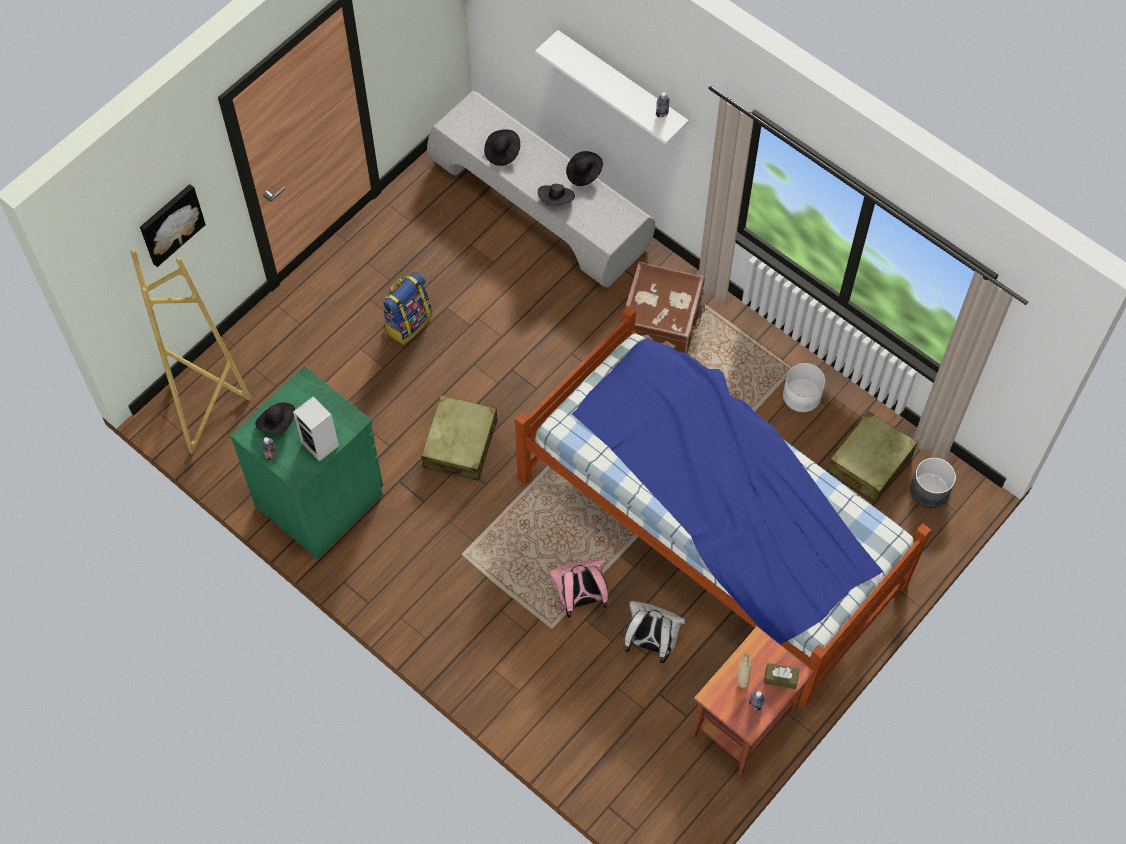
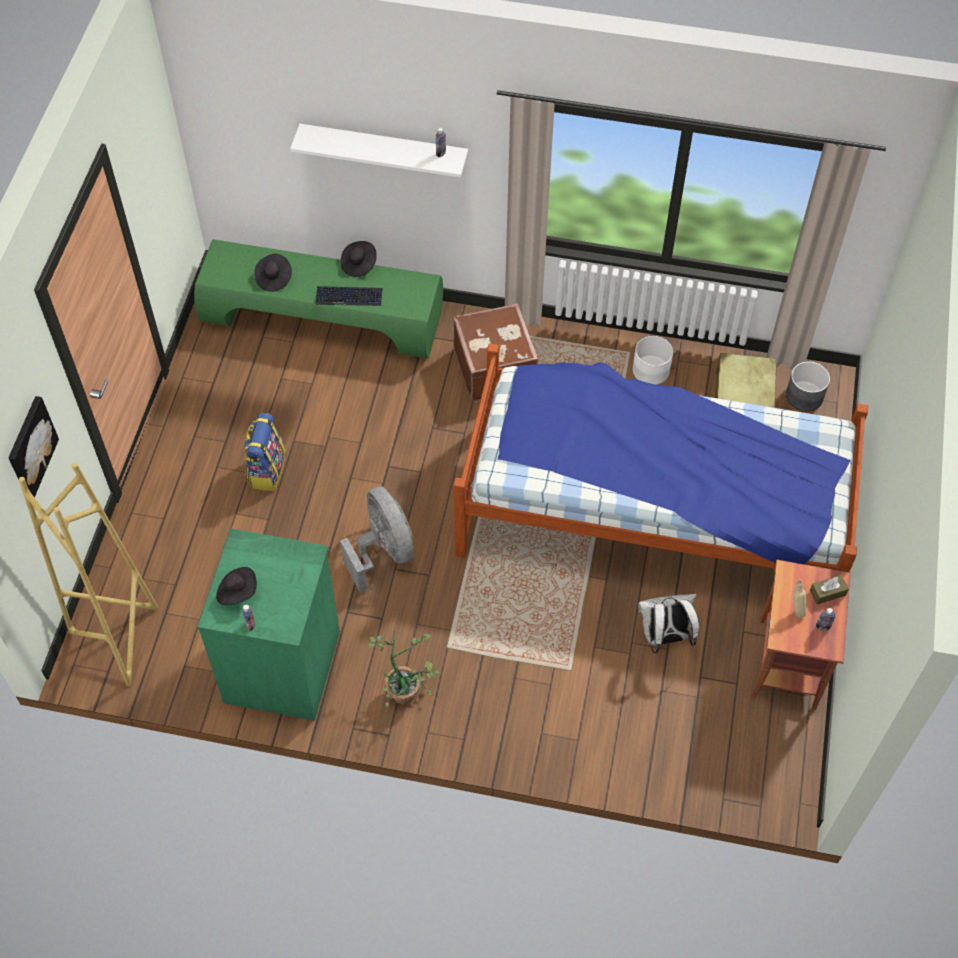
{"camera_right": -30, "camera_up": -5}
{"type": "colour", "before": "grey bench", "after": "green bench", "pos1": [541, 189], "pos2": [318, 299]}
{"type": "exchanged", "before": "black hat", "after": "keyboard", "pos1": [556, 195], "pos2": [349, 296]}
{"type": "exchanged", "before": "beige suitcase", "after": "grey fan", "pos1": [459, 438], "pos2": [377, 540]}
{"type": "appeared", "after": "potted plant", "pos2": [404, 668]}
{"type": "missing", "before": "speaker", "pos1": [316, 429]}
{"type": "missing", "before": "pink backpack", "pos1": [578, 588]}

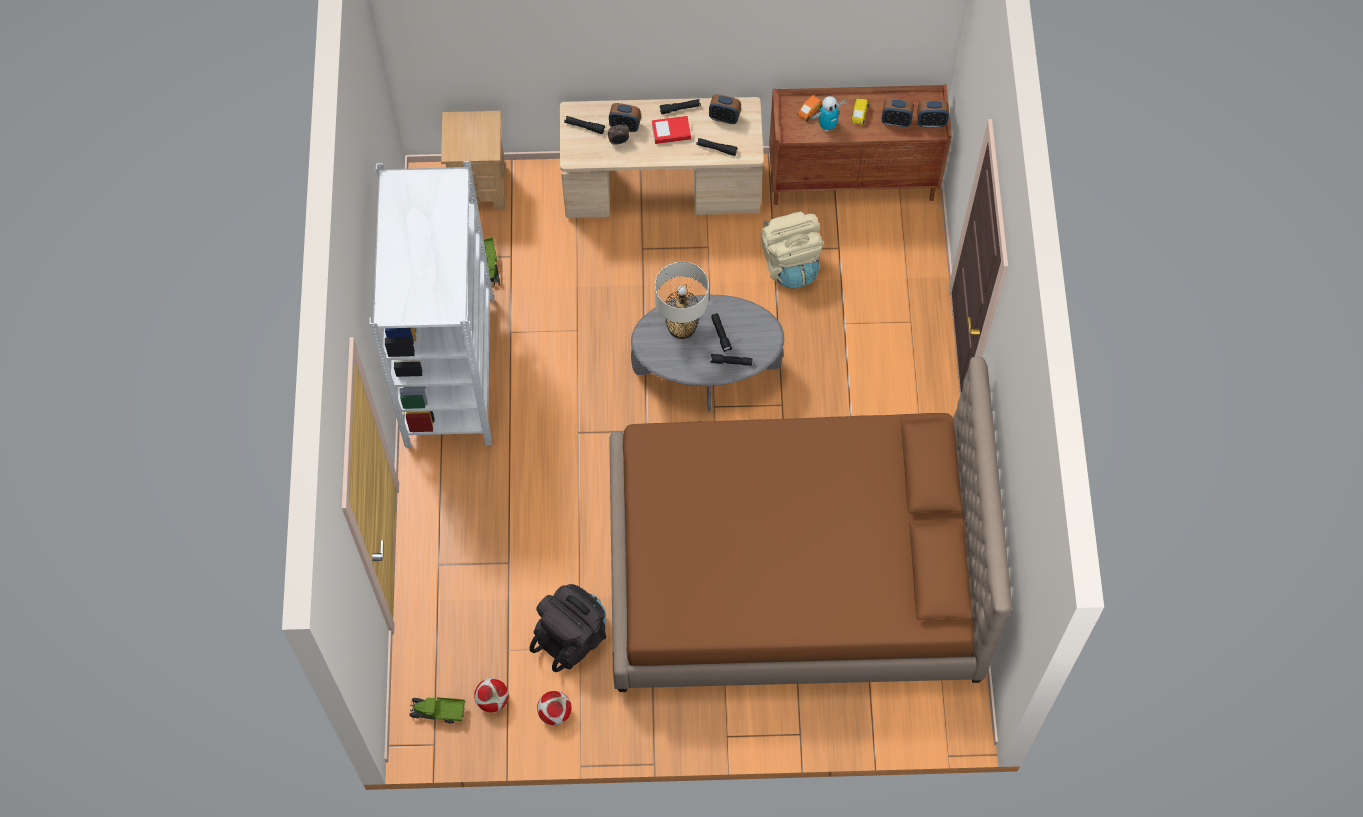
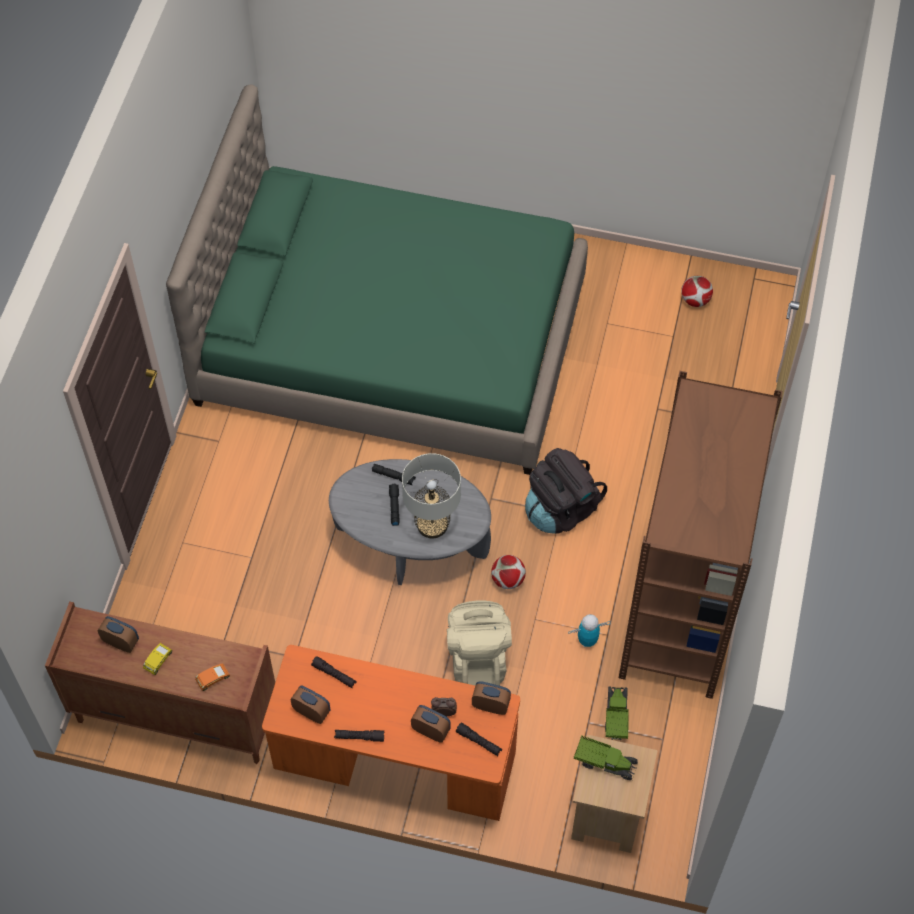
{"camera_right": -165, "camera_up": -5}
{"type": "colour", "before": "brown bed", "after": "green bed", "pos1": [810, 524], "pos2": [377, 279]}
{"type": "colour", "before": "beige desk", "after": "orange desk", "pos1": [662, 157], "pos2": [391, 733]}
{"type": "relocated", "before": "beige backpack", "pos1": [792, 250], "pos2": [479, 643]}
{"type": "relocated", "before": "alarm clock", "pos1": [933, 113], "pos2": [491, 698]}
{"type": "relocated", "before": "football", "pos1": [554, 708], "pos2": [508, 572]}
{"type": "relocated", "before": "black backpack", "pos1": [568, 628], "pos2": [566, 491]}
{"type": "relocated", "before": "toy robot", "pos1": [829, 114], "pos2": [589, 630]}
{"type": "relocated", "before": "toy truck", "pos1": [437, 710], "pos2": [606, 757]}
{"type": "colour", "before": "white bookcase", "after": "brown bookcase", "pos1": [431, 304], "pos2": [701, 535]}
{"type": "missing", "before": "book", "pos1": [671, 130]}

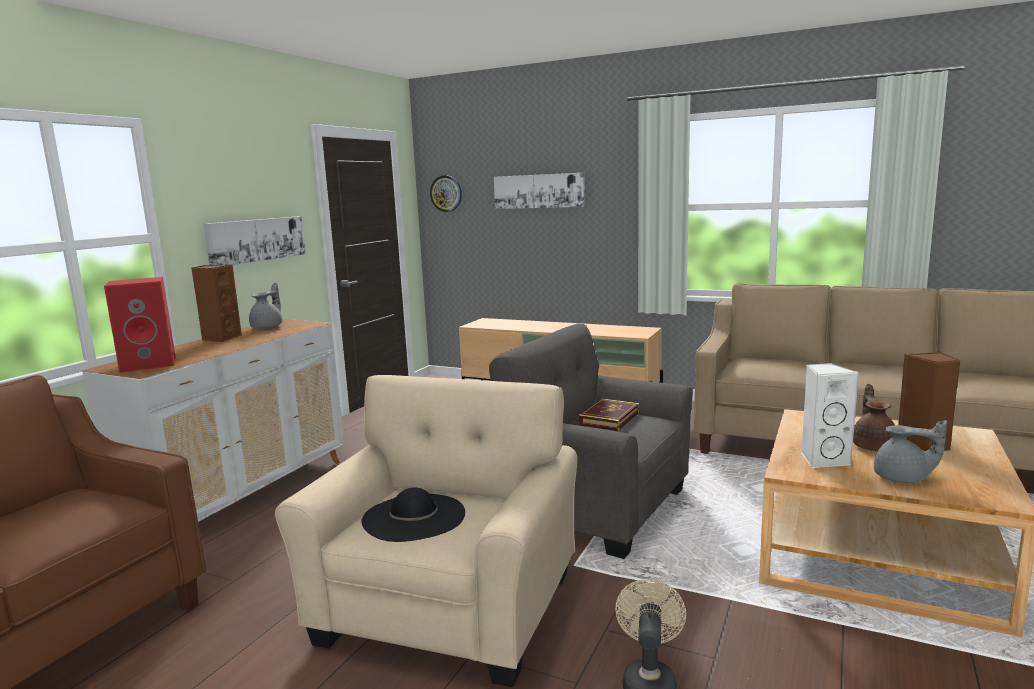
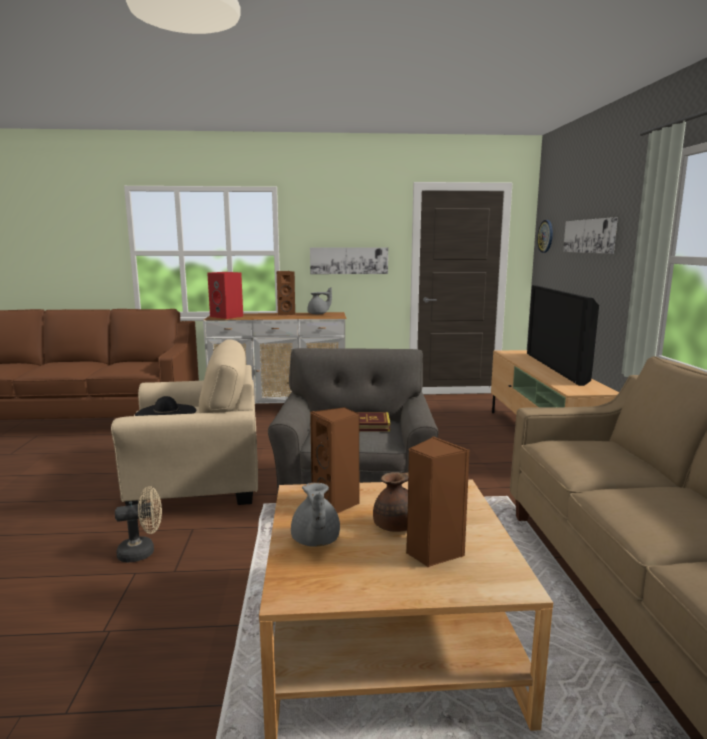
{"camera_right": 60, "camera_up": 0}
{"type": "colour", "before": "white speaker", "after": "brown speaker", "pos1": [830, 415], "pos2": [335, 460]}
{"type": "appeared", "after": "television", "pos2": [563, 335]}

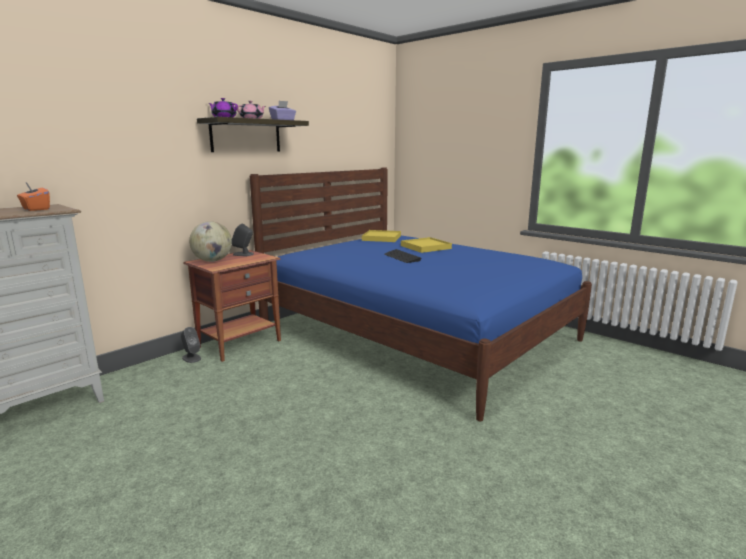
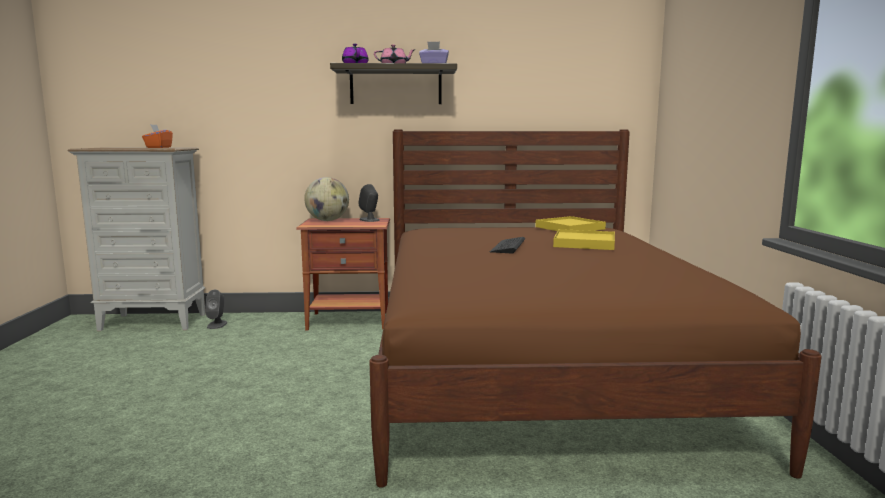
{"camera_right": 45, "camera_up": -5}
{"type": "relocated", "before": "grey speaker", "pos1": [191, 345], "pos2": [216, 309]}
{"type": "colour", "before": "blue bed", "after": "brown bed", "pos1": [421, 295], "pos2": [596, 308]}

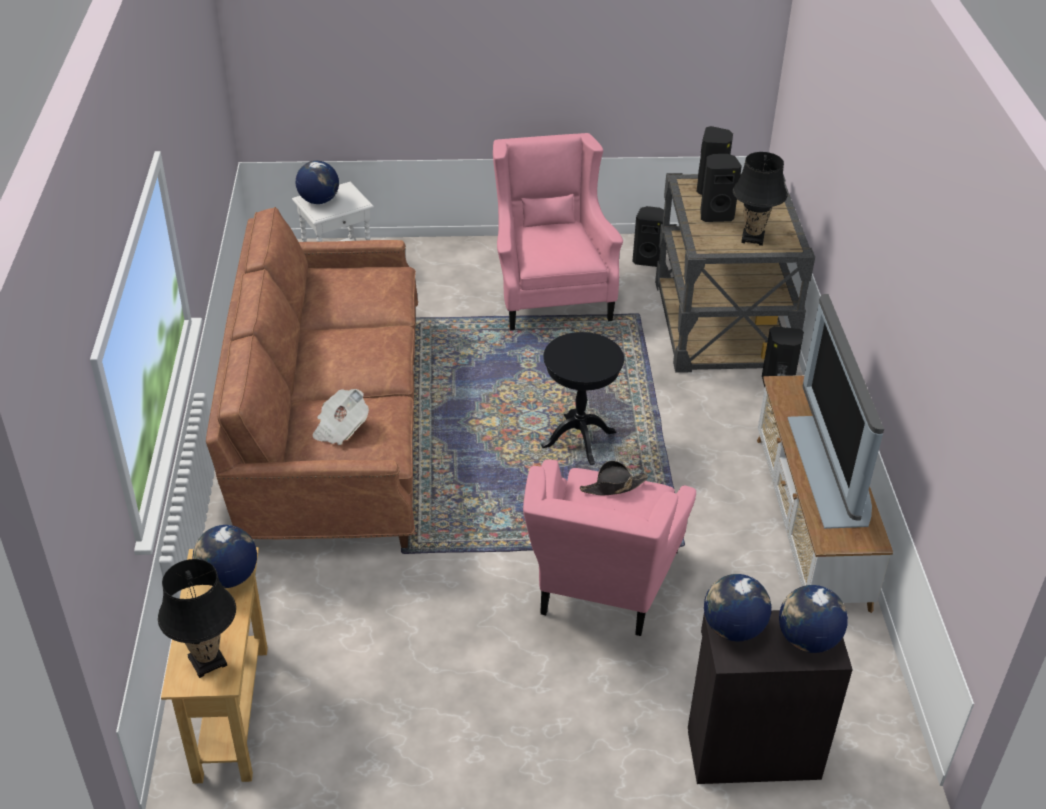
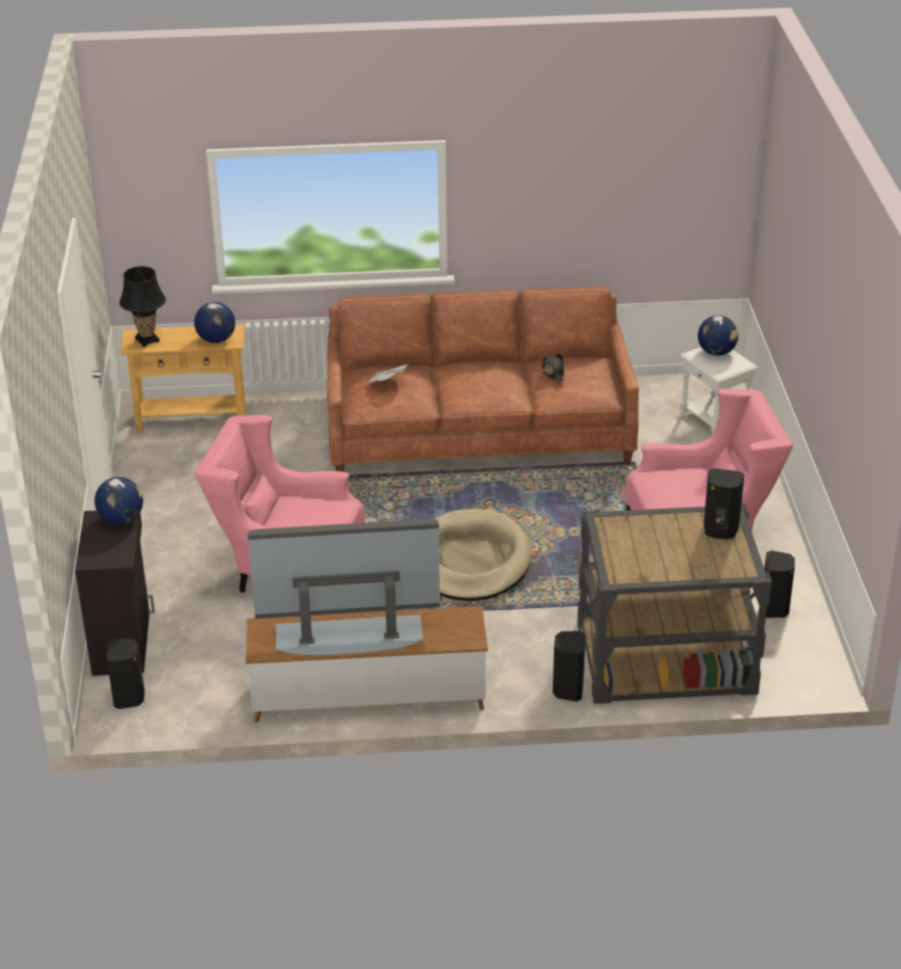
{"camera_right": 90, "camera_up": -5}
{"type": "relocated", "before": "black speaker", "pos1": [721, 188], "pos2": [126, 673]}
{"type": "exchanged", "before": "black side table", "after": "beige dog bed", "pos1": [582, 398], "pos2": [483, 555]}
{"type": "relocated", "before": "black hat", "pos1": [614, 478], "pos2": [553, 367]}
{"type": "missing", "before": "black table lamp", "pos1": [759, 199]}
{"type": "missing", "before": "globe", "pos1": [813, 619]}

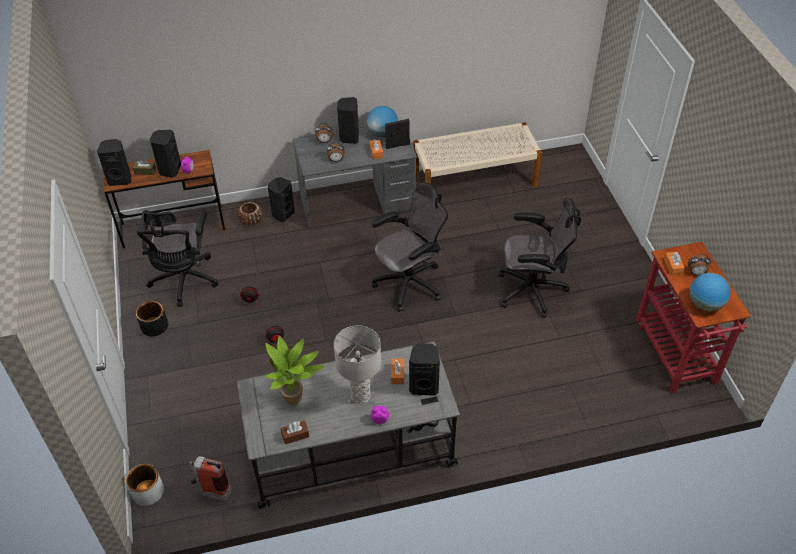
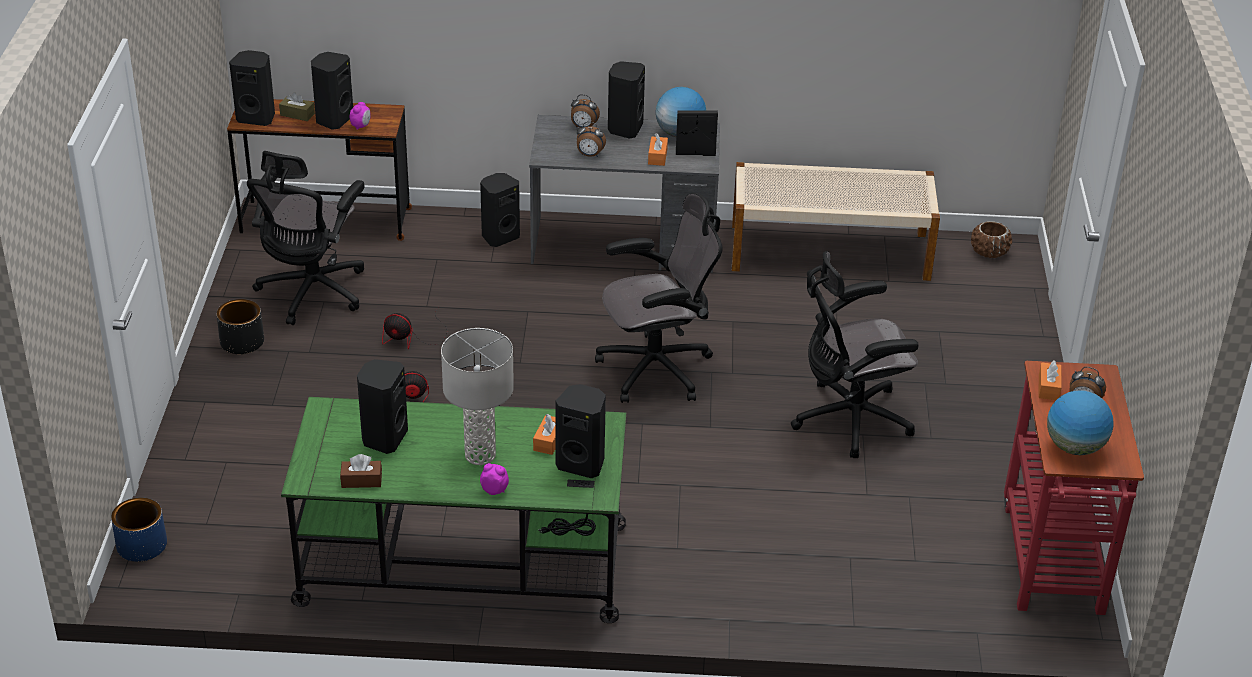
{"camera_right": 15, "camera_up": -10}
{"type": "colour", "before": "white planter", "after": "blue planter", "pos1": [145, 485], "pos2": [139, 529]}
{"type": "colour", "before": "grey desk", "after": "green desk", "pos1": [348, 425], "pos2": [454, 510]}
{"type": "exchanged", "before": "potted plant", "after": "black speaker", "pos1": [294, 370], "pos2": [382, 406]}
{"type": "spun", "before": "office chair", "pos1": [540, 258], "pos2": [855, 354], "turn": 150}
{"type": "relocated", "before": "brown planter", "pos1": [250, 214], "pos2": [991, 239]}
{"type": "missing", "before": "fire extinguisher", "pos1": [210, 478]}

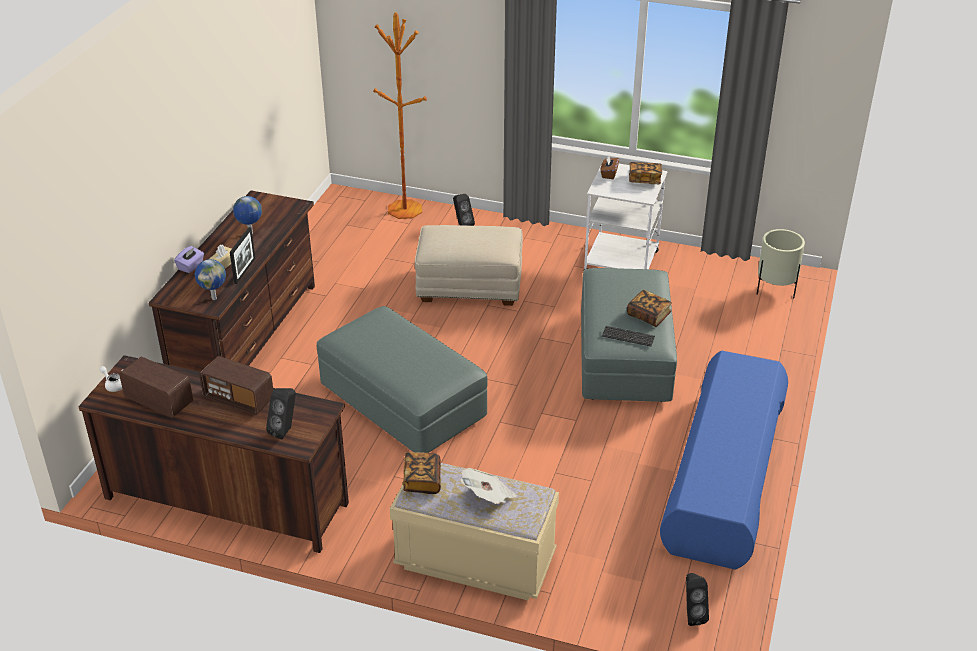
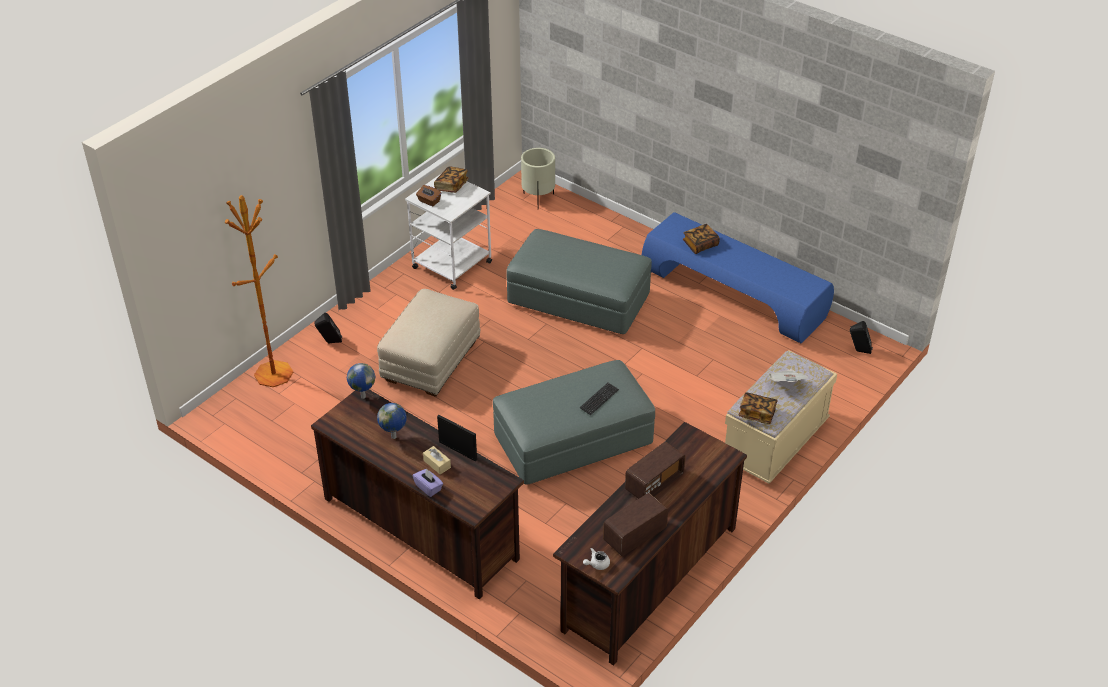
{"camera_right": -70, "camera_up": 5}
{"type": "relocated", "before": "globe", "pos1": [210, 279], "pos2": [361, 381]}
{"type": "relocated", "before": "keyboard", "pos1": [628, 336], "pos2": [599, 399]}
{"type": "relocated", "before": "book", "pos1": [649, 308], "pos2": [701, 239]}
{"type": "missing", "before": "black speaker", "pos1": [281, 413]}

